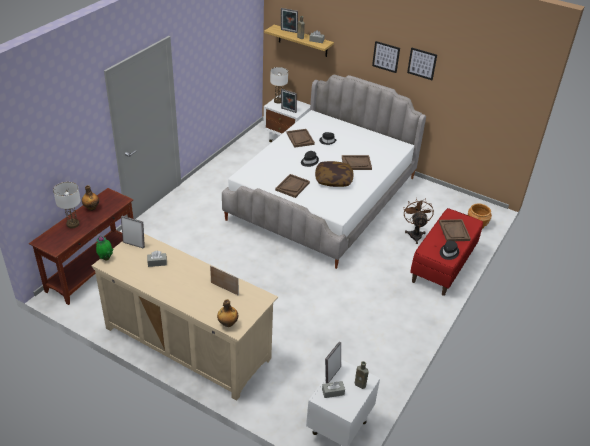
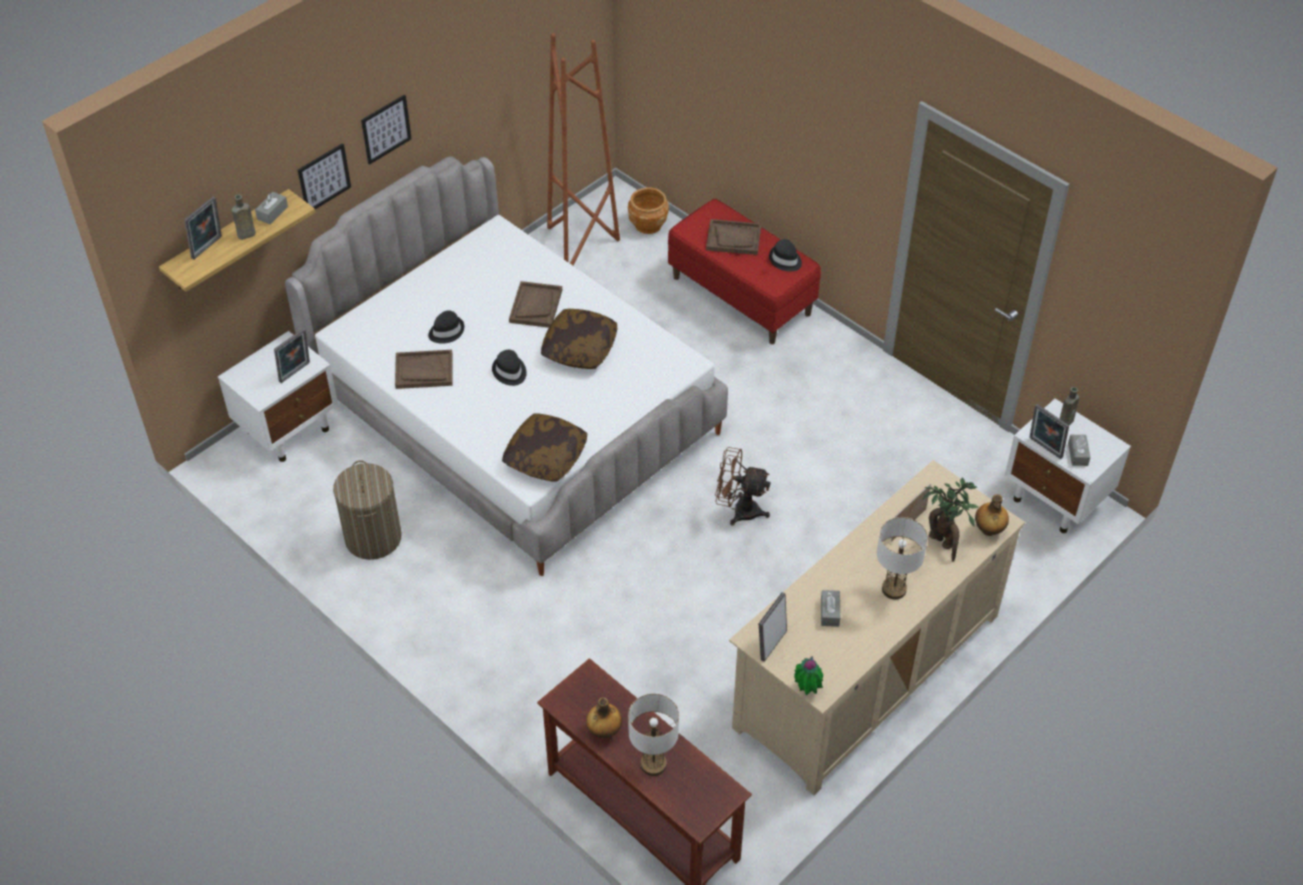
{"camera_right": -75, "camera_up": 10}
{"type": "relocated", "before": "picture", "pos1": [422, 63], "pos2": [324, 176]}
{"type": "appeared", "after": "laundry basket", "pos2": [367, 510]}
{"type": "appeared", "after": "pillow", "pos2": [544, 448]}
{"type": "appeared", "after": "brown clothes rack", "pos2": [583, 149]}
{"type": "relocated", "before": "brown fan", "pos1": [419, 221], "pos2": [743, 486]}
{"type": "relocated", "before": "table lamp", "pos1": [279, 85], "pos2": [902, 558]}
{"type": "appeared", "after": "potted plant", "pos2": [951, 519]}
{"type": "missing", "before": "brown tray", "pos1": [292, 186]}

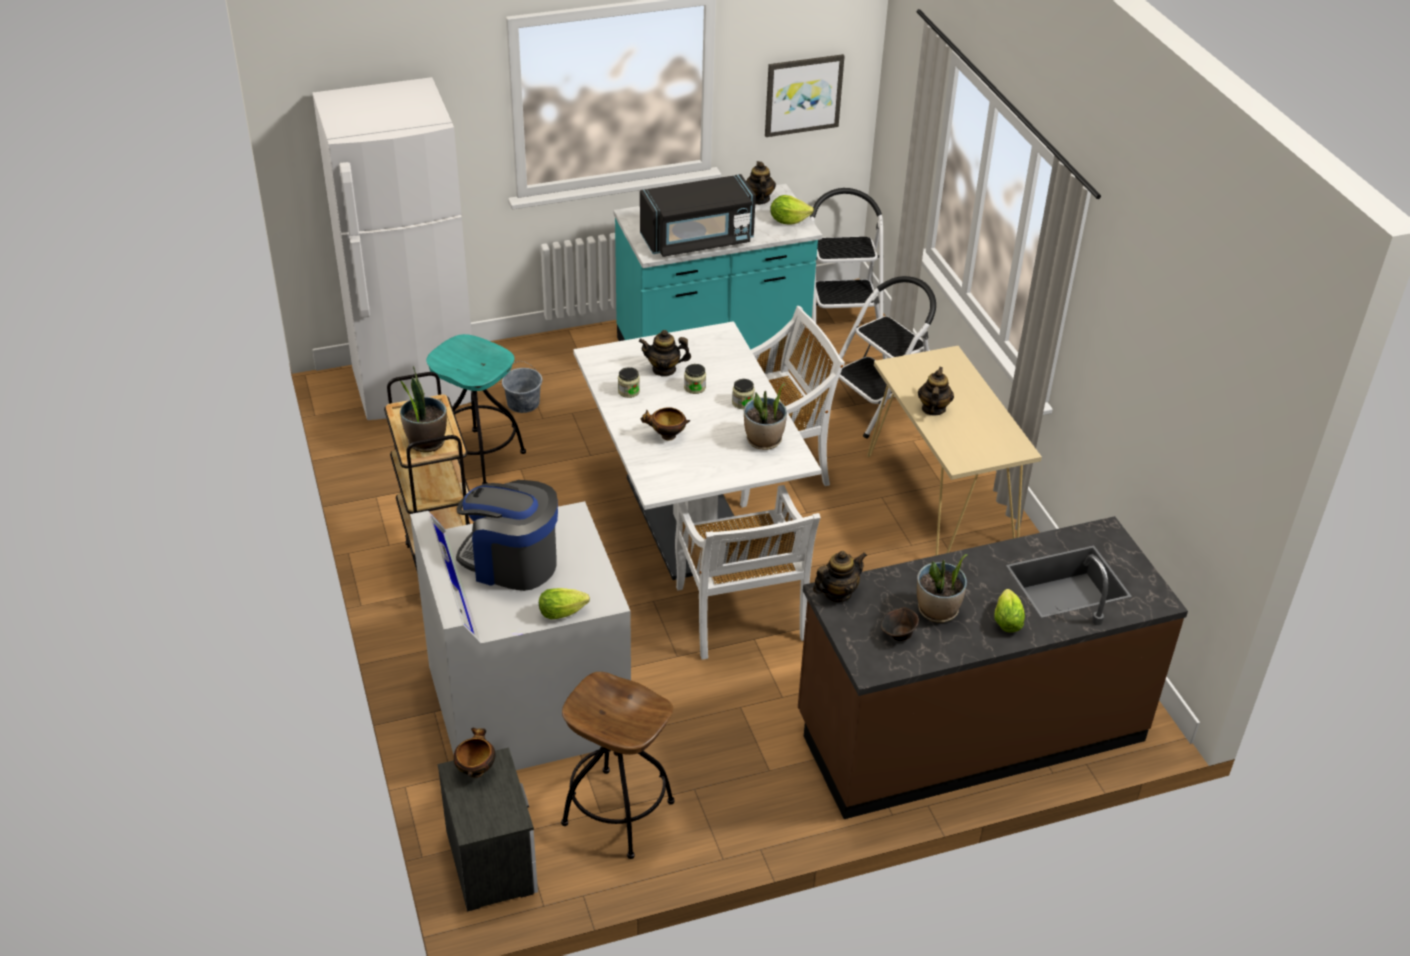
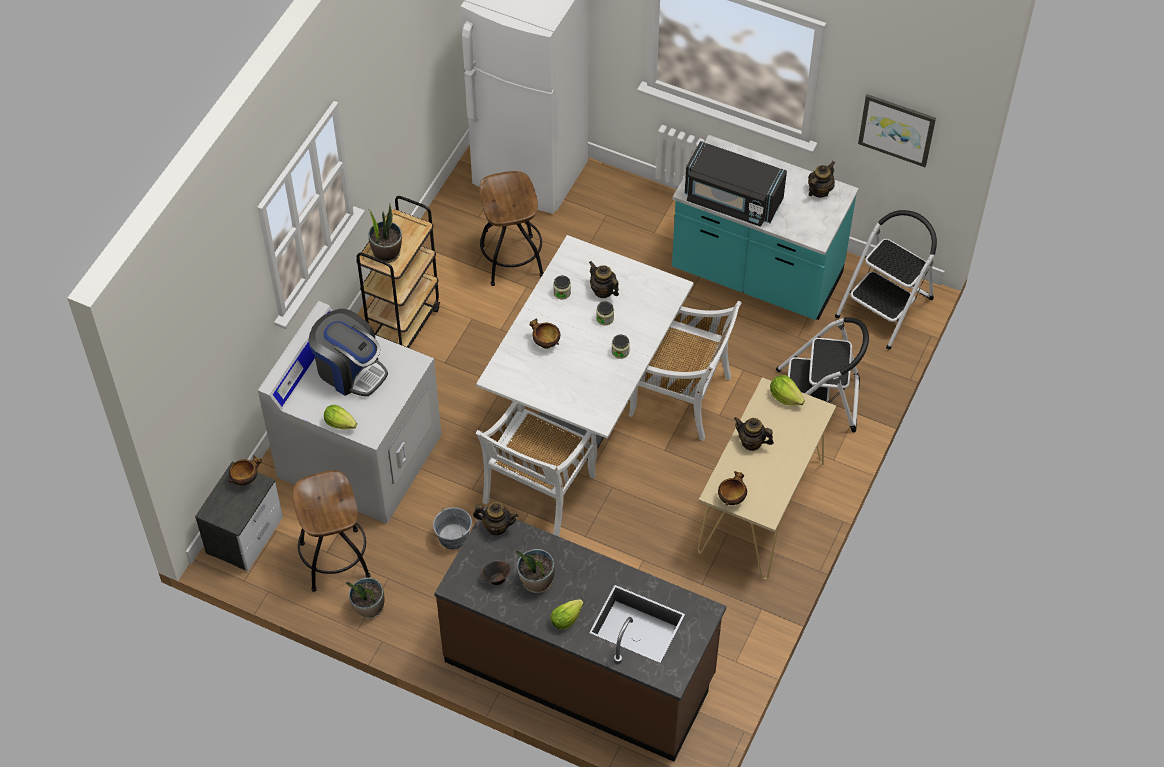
{"camera_right": 45, "camera_up": 15}
{"type": "spun", "before": "coffee machine", "pos1": [507, 535], "pos2": [348, 352], "turn": 150}
{"type": "relocated", "before": "potted plant", "pos1": [765, 416], "pos2": [365, 598]}
{"type": "relocated", "before": "grey bucket", "pos1": [522, 387], "pos2": [452, 528]}
{"type": "colour", "before": "turquoise stool", "after": "brown stool", "pos1": [476, 409], "pos2": [511, 228]}
{"type": "appeared", "after": "bowl", "pos2": [732, 488]}
{"type": "spun", "before": "teapot", "pos1": [936, 391], "pos2": [754, 434], "turn": -120}
{"type": "relocated", "before": "lettuce", "pos1": [792, 210], "pos2": [787, 390]}

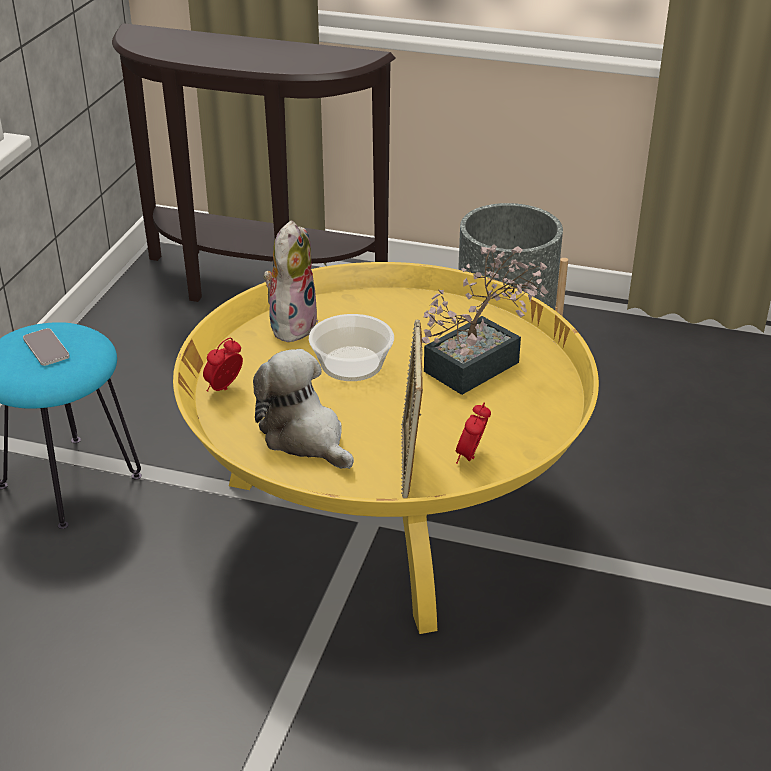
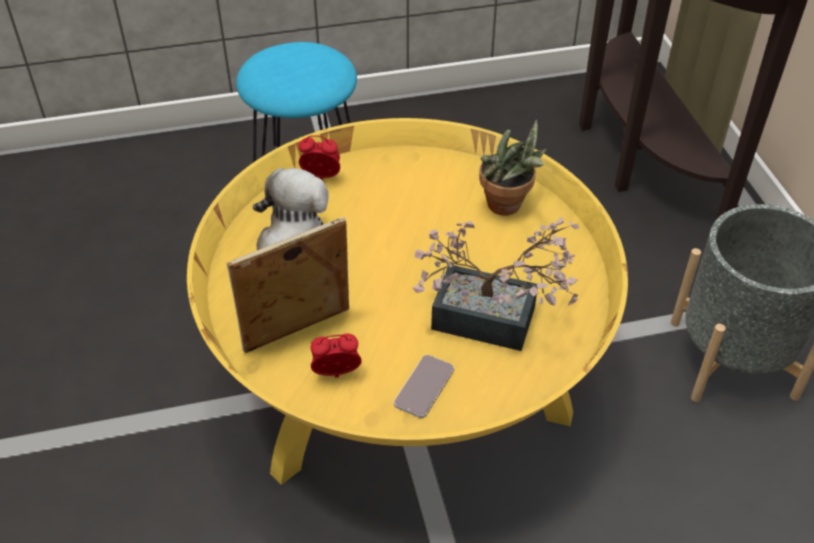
{"camera_right": 60, "camera_up": 10}
{"type": "relocated", "before": "phone", "pos1": [46, 347], "pos2": [424, 386]}
{"type": "appeared", "after": "potted plant", "pos2": [513, 167]}
{"type": "missing", "before": "plush toy", "pos1": [290, 282]}
{"type": "missing", "before": "bowl", "pos1": [351, 347]}

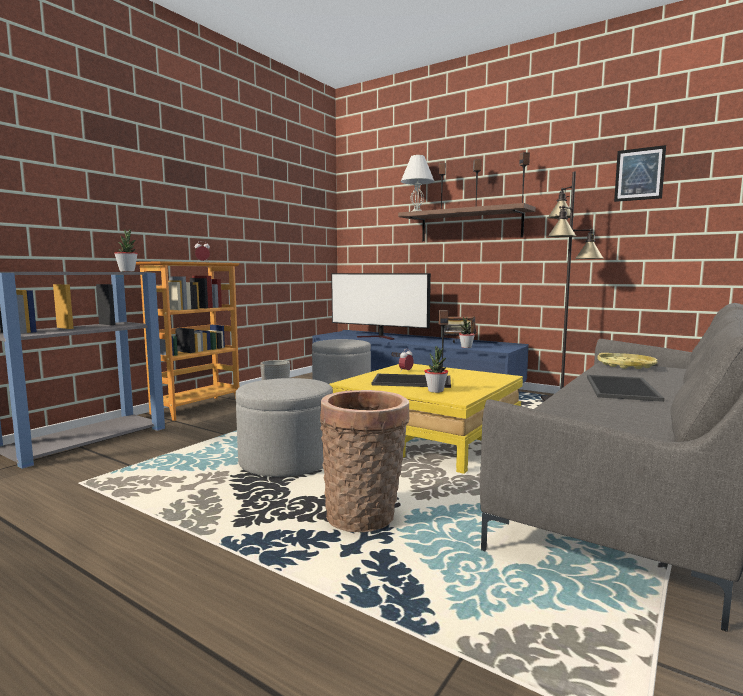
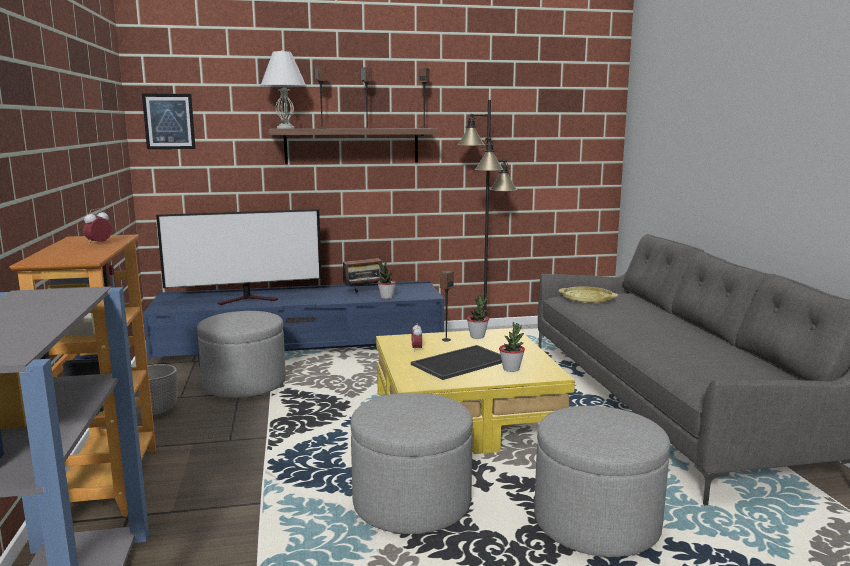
{"camera_right": -45, "camera_up": 5}
{"type": "relocated", "before": "picture", "pos1": [640, 173], "pos2": [169, 121]}
{"type": "relocated", "before": "potted plant", "pos1": [126, 251], "pos2": [478, 317]}
{"type": "exchanged", "before": "basket", "after": "grey ottoman", "pos1": [364, 461], "pos2": [602, 481]}
{"type": "missing", "before": "tray", "pos1": [625, 388]}

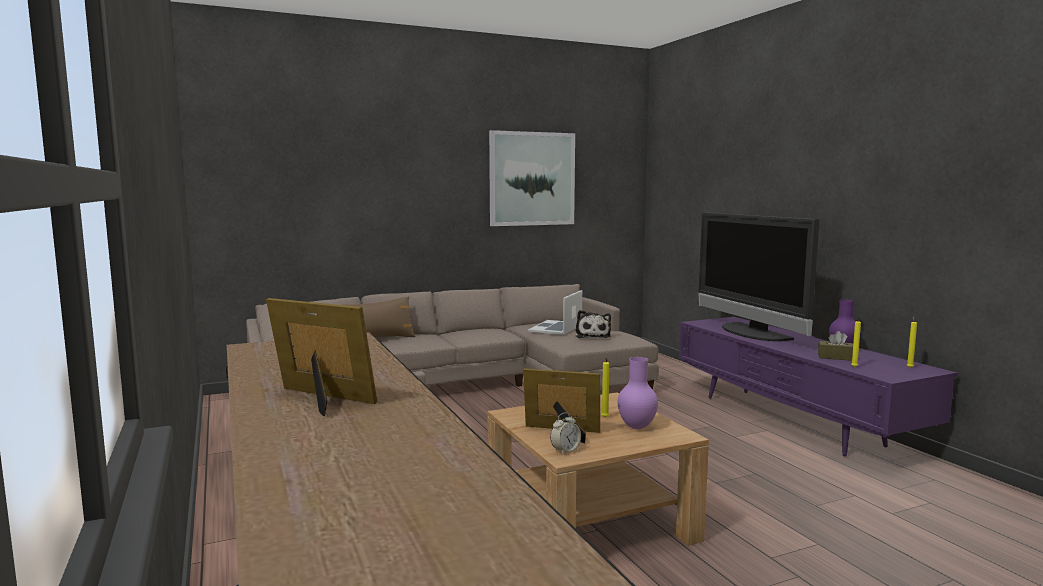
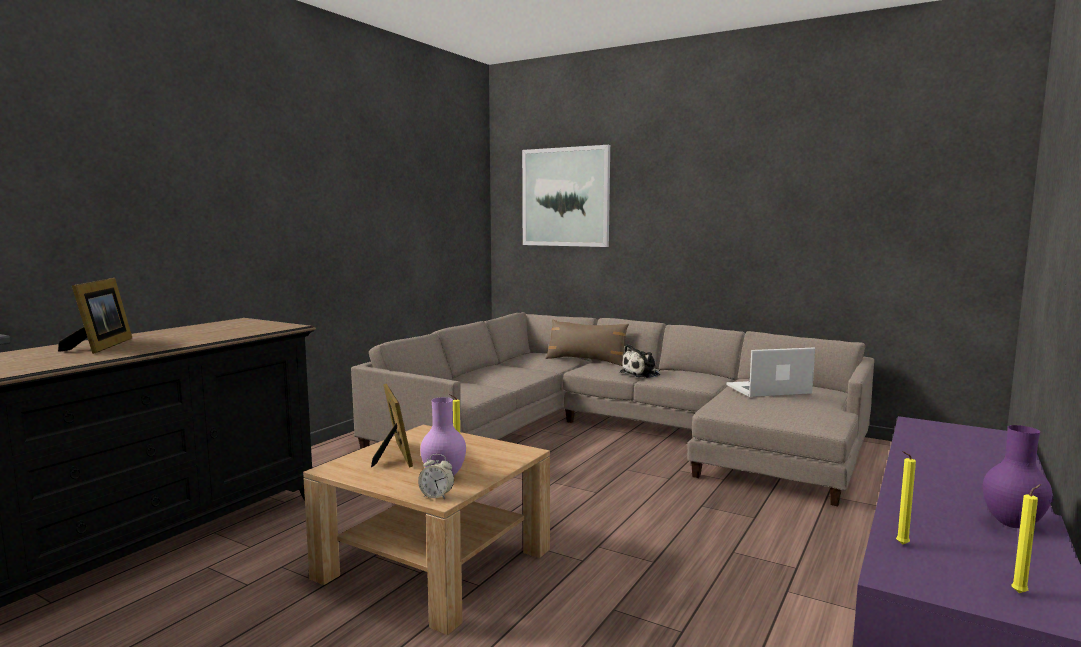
{"camera_right": 55, "camera_up": 0}
{"type": "relocated", "before": "alarm clock", "pos1": [565, 434], "pos2": [436, 476]}
{"type": "relocated", "before": "picture", "pos1": [532, 178], "pos2": [566, 196]}
{"type": "relocated", "before": "plush toy", "pos1": [593, 324], "pos2": [640, 361]}
{"type": "missing", "before": "television", "pos1": [759, 277]}
{"type": "missing", "before": "brown tissue box", "pos1": [835, 346]}

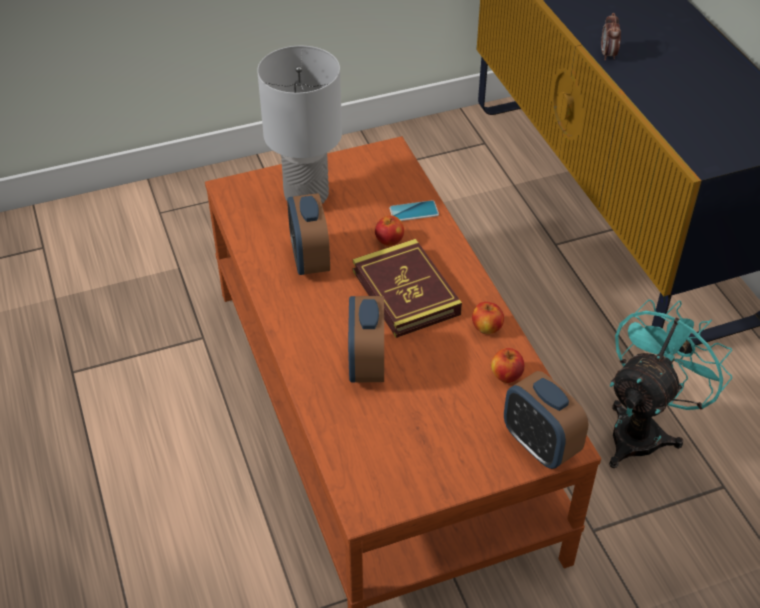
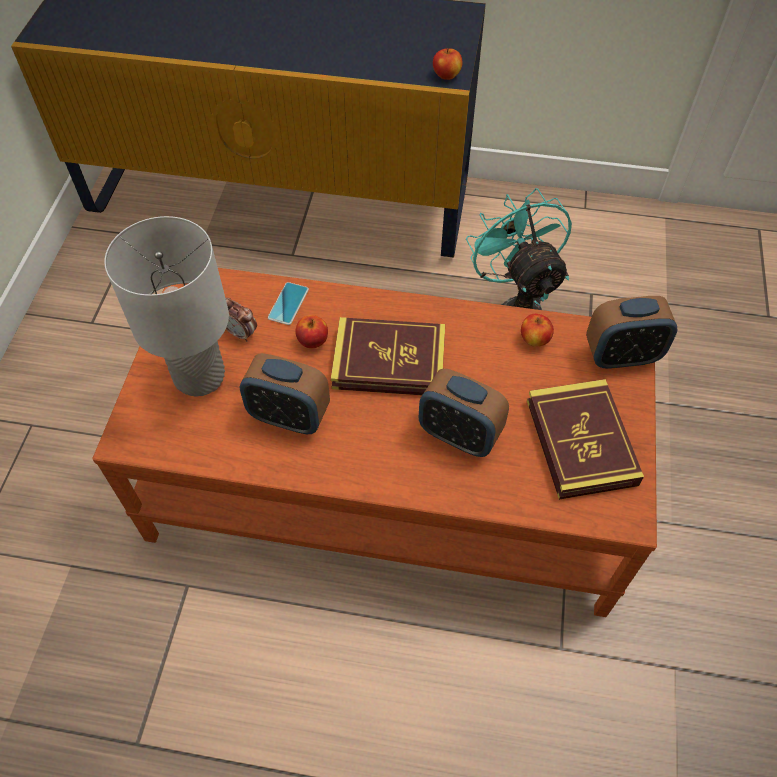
{"camera_right": -60, "camera_up": 10}
{"type": "relocated", "before": "alarm clock", "pos1": [611, 36], "pos2": [241, 320]}
{"type": "relocated", "before": "apple", "pos1": [488, 318], "pos2": [447, 64]}
{"type": "appeared", "after": "book", "pos2": [585, 439]}

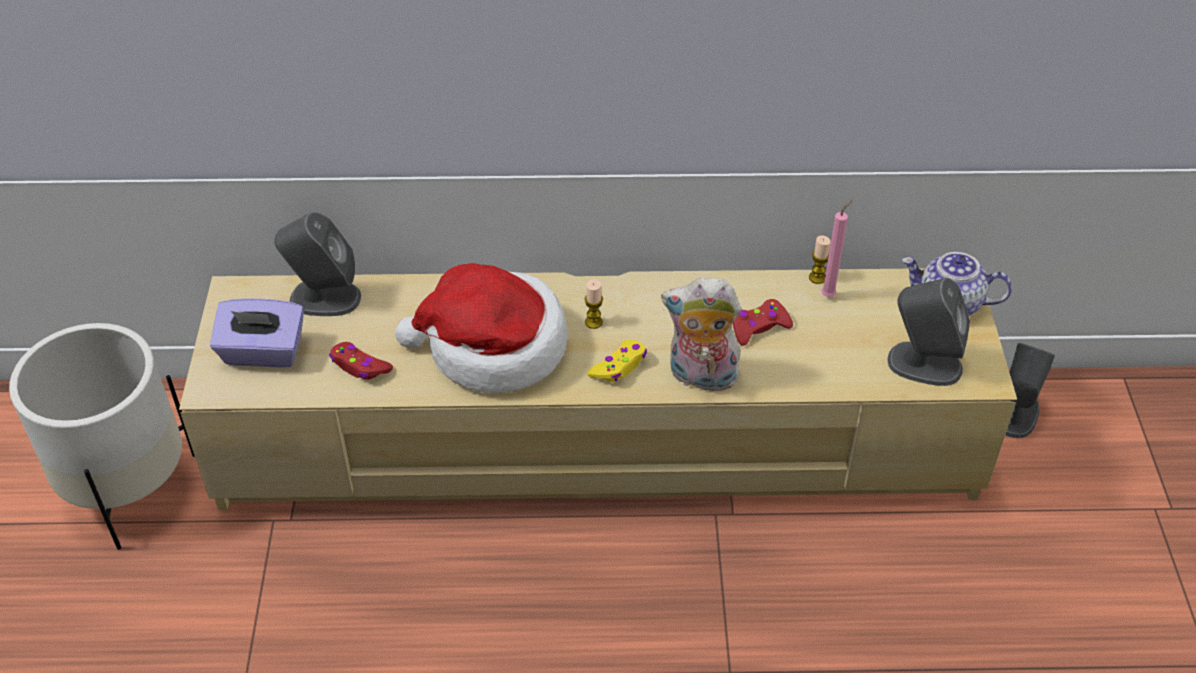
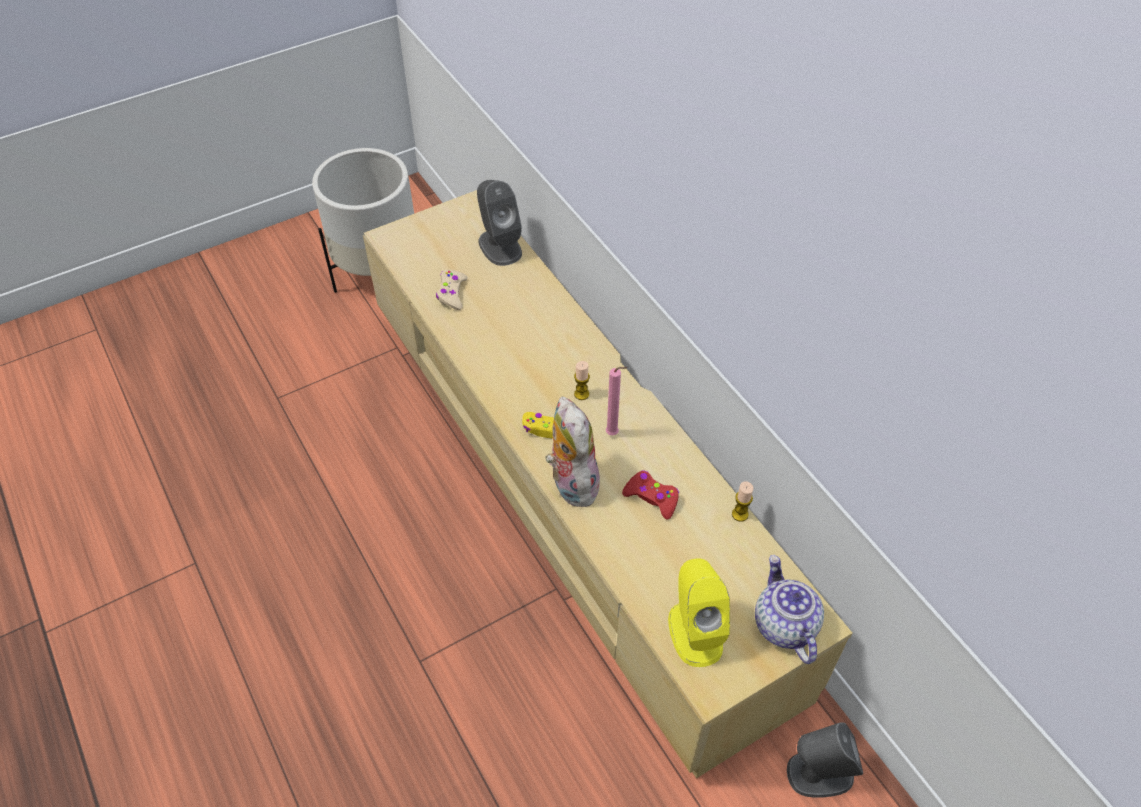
{"camera_right": 60, "camera_up": 5}
{"type": "colour", "before": "red game controller", "after": "beige game controller", "pos1": [361, 361], "pos2": [452, 290]}
{"type": "relocated", "before": "pink candle", "pos1": [836, 248], "pos2": [616, 401]}
{"type": "colour", "before": "grey speaker", "after": "yellow speaker", "pos1": [929, 332], "pos2": [699, 613]}
{"type": "missing", "before": "purple tissue box", "pos1": [257, 332]}
{"type": "missing", "before": "hat", "pos1": [481, 328]}

